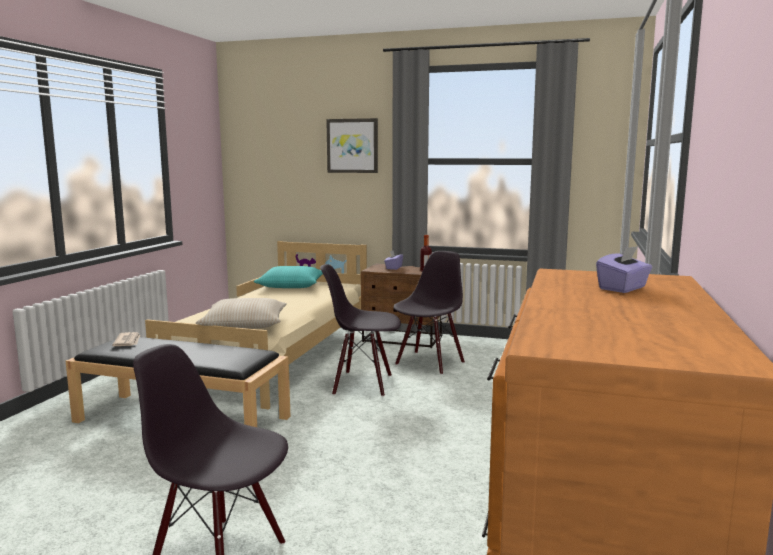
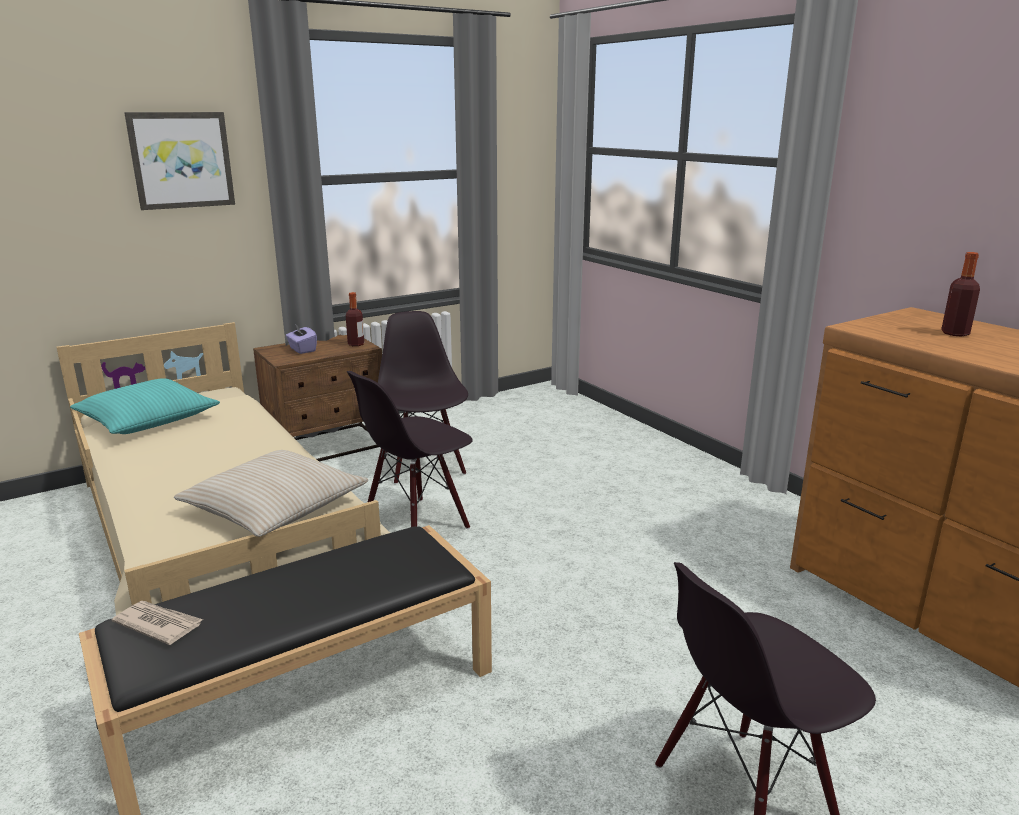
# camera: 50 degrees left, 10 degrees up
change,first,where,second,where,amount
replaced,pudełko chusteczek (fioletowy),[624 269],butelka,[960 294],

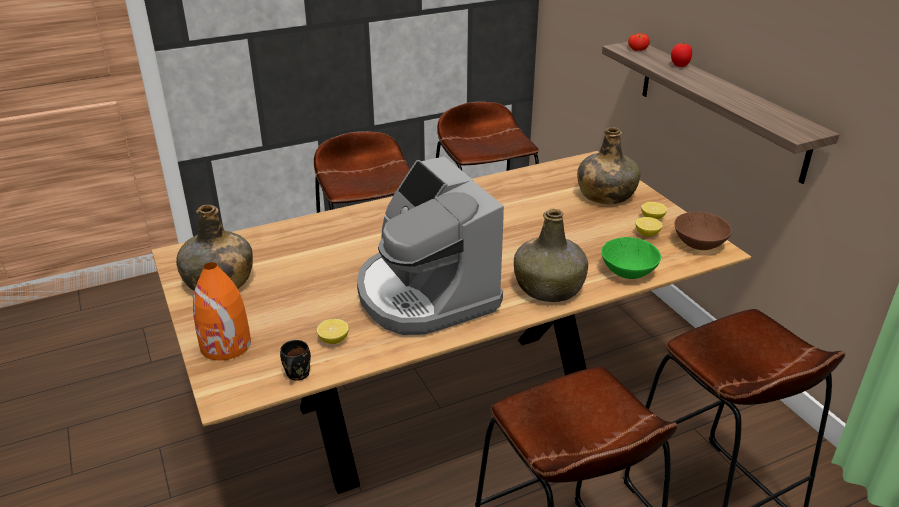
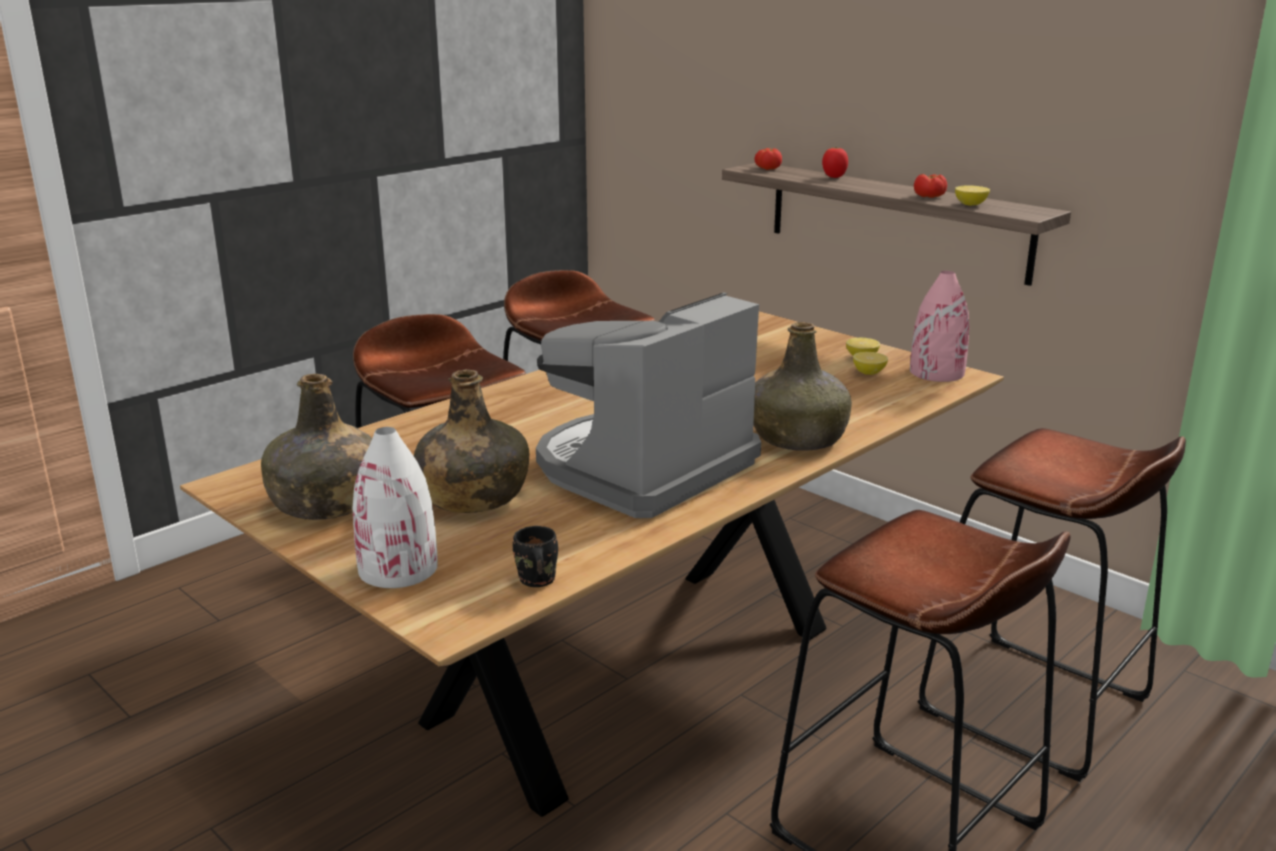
# camera: 20 degrees left, 10 degrees down
change,first,where,second,where,amount
removed,miska (zielony),[631 258],,,
added,,,pomidor,[930 186],
moved,cytryna,[333 331],,[972 195],
moved,butelka (zielony),[608 165],,[471 441],
replaced,miska (brązowy),[703 230],wazon (różowy),[939 326],
recoloured,wazon (pomarańczowy),[222 311],wazon (biały),[395 507],
turned,ekspres do kawy,[430 245],,[648 405],90 degrees clockwise

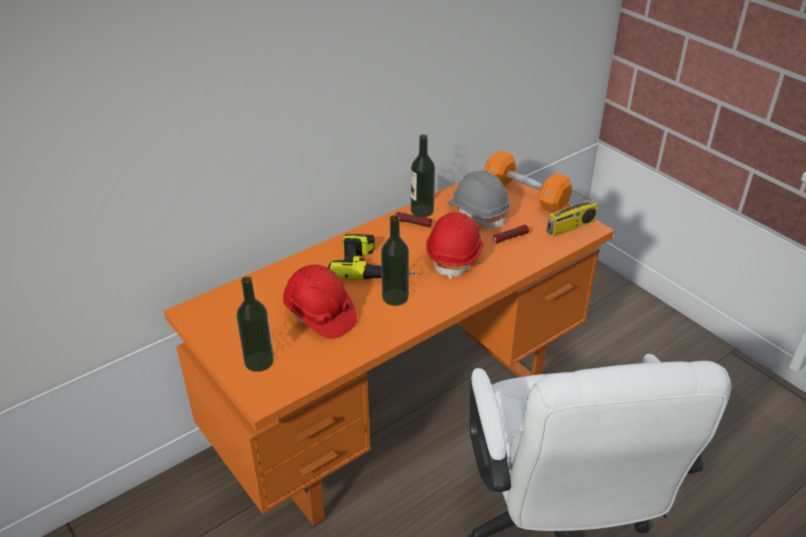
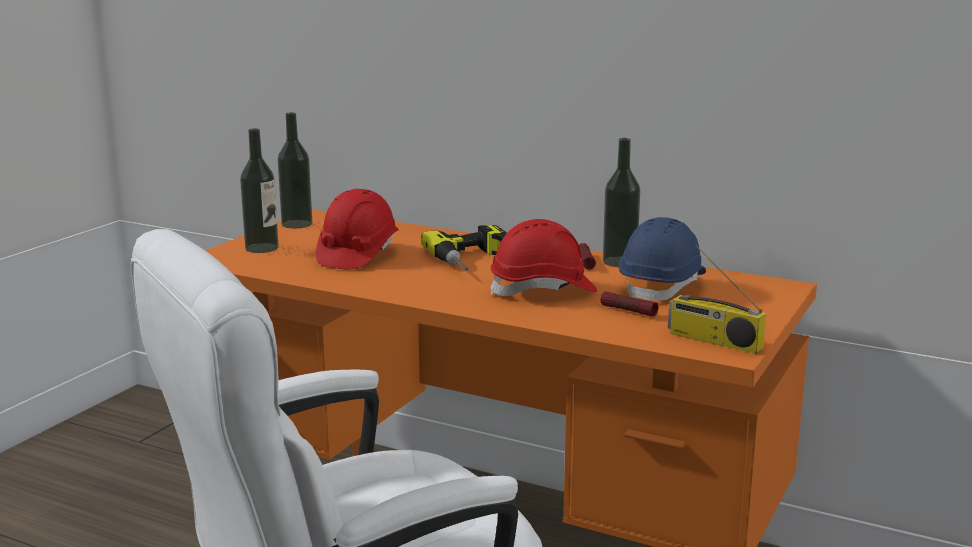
# camera: 65 degrees right, 20 degrees down
change,first,where,second,where,amount
removed,hantel (pomarańczowy),[528 181],,,
moved,butelka,[395 260],,[295 170],
recoloured,kask (szary),[478 199],kask (niebieski),[662 259],

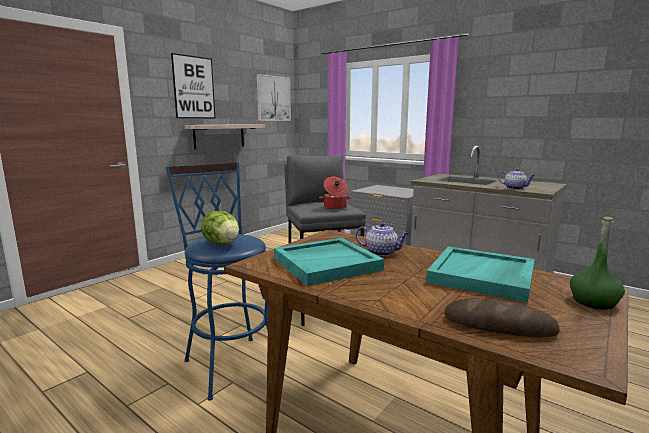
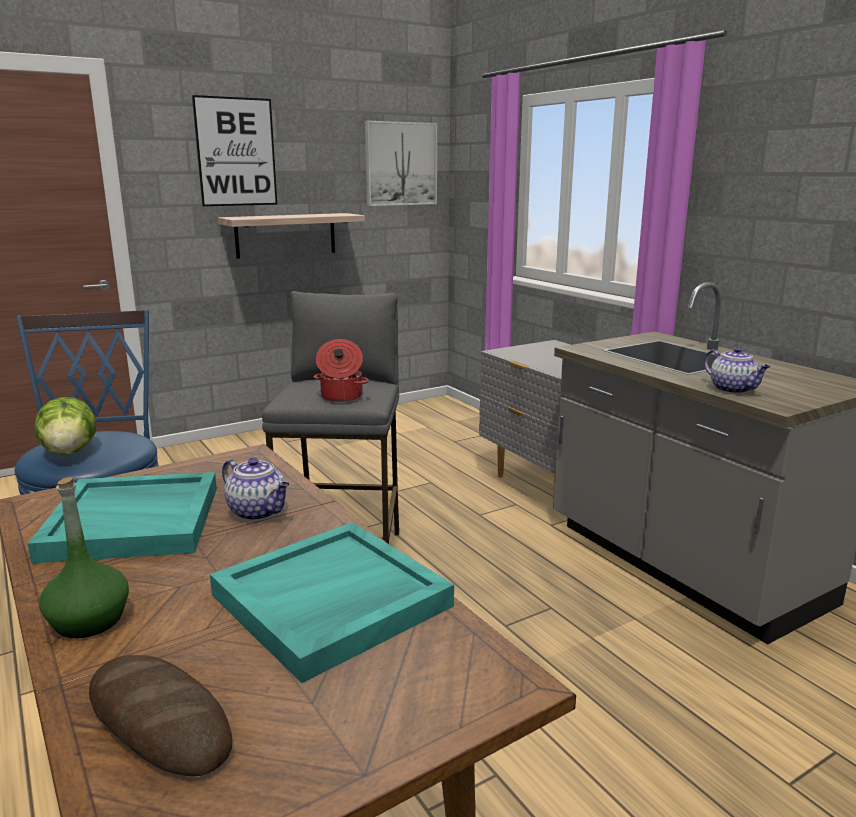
# camera: 20 degrees right, 5 degrees up
change,first,where,second,where,amount
moved,butelka (zielony),[597 263],,[84 558],

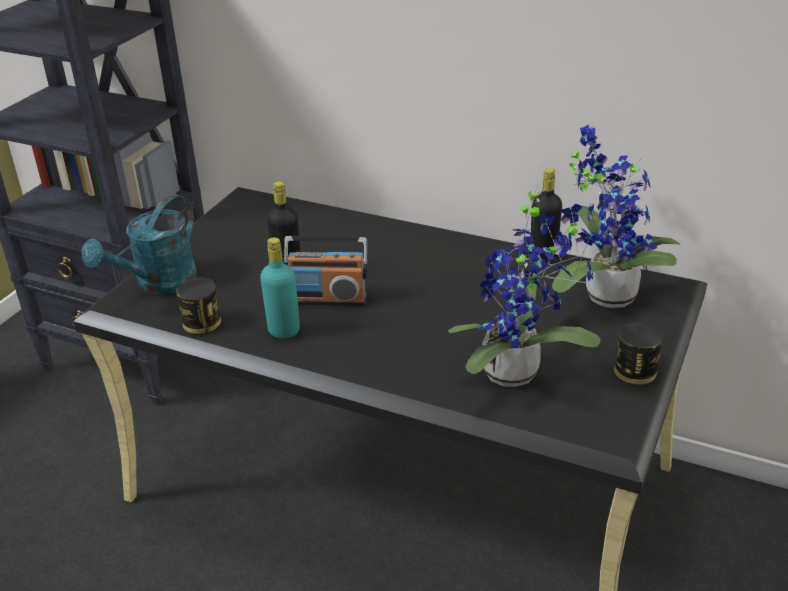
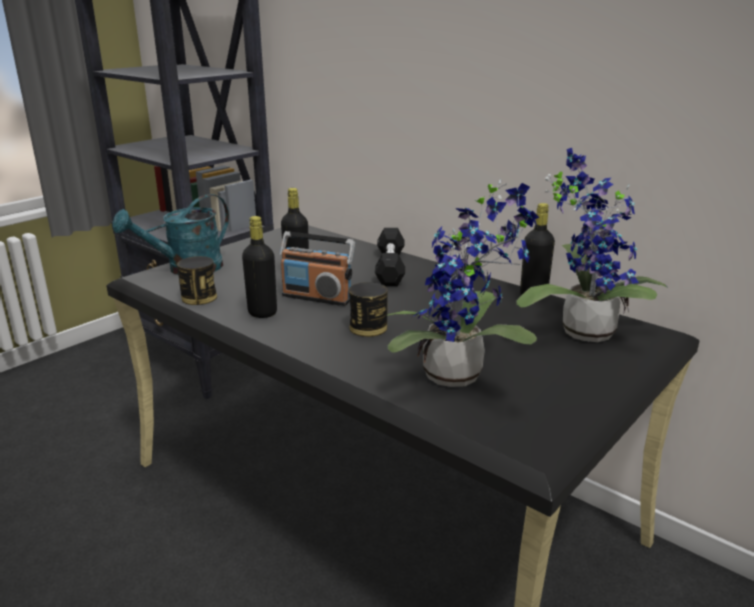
# camera: 15 degrees right, 10 degrees down
change,first,where,second,where,amount
added,,,hantel (czarny),[390 257],
moved,puszka,[638 353],,[368 309],
recoloured,butelka (turkusowy),[280 288],butelka (czarny),[259 267],

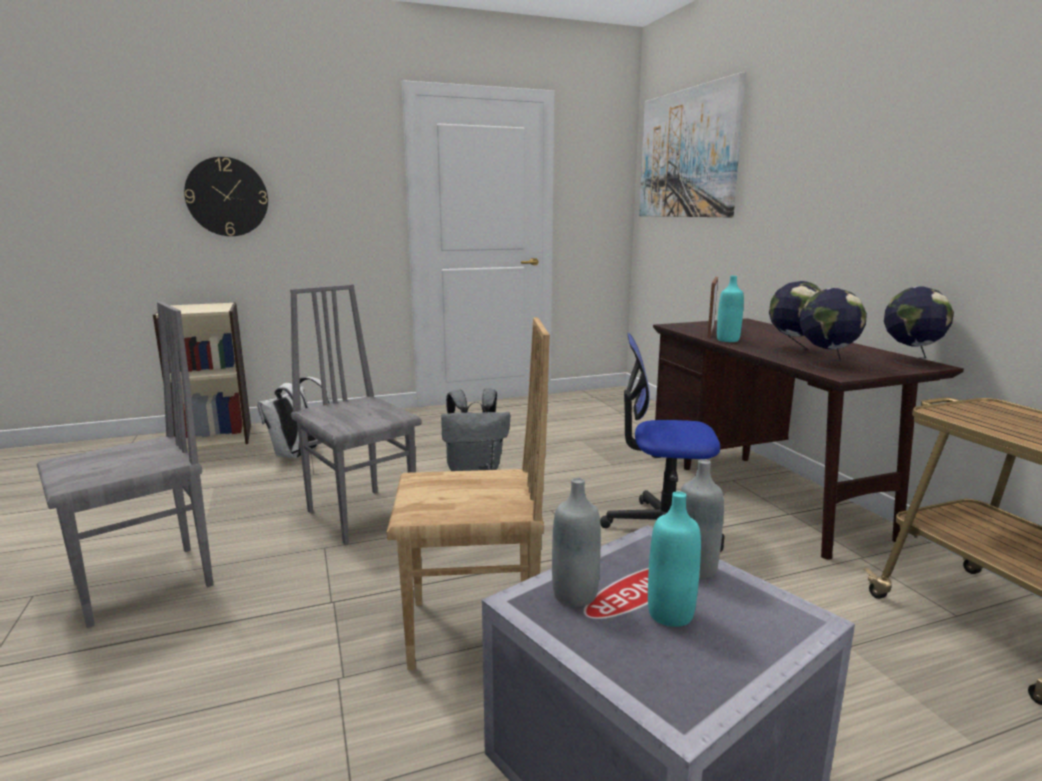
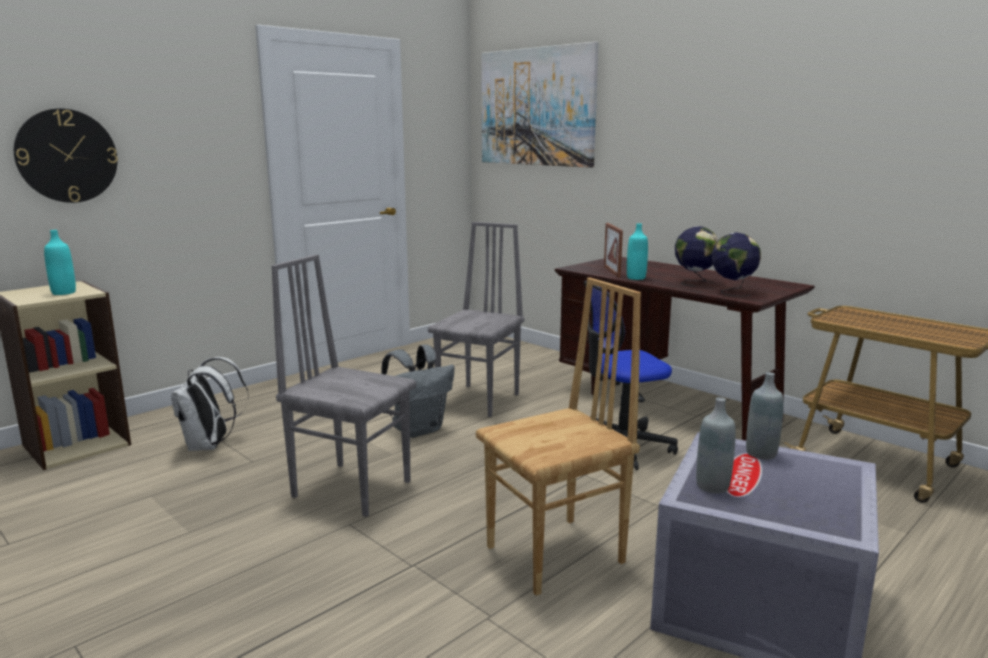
# camera: 25 degrees left, 0 degrees up
change,first,where,second,where,amount
removed,globus,[919 326],,,
moved,krzesło (szary),[125 464],,[476 319],
moved,butelka (turkusowy),[674 559],,[60 262],

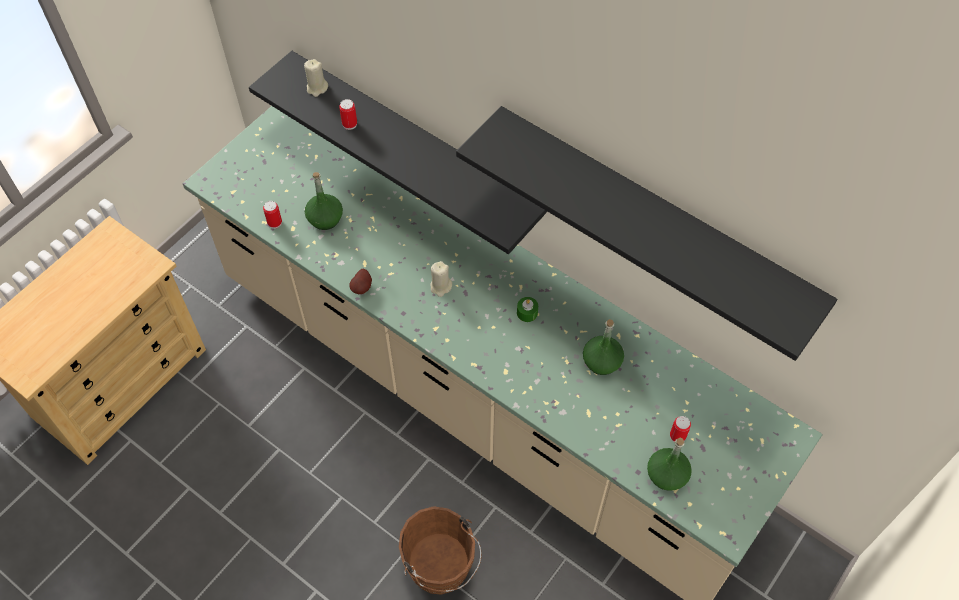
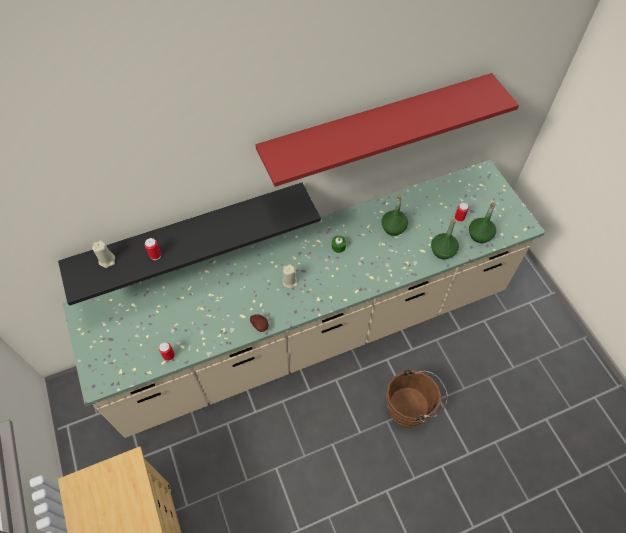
# camera: 60 degrees left, 0 degrees up
change,first,where,second,where,amount
moved,butelka (zielony),[324 201],,[445 239],
recoloured,półka (czarny),[647 233],półka (czerwony),[387 130],

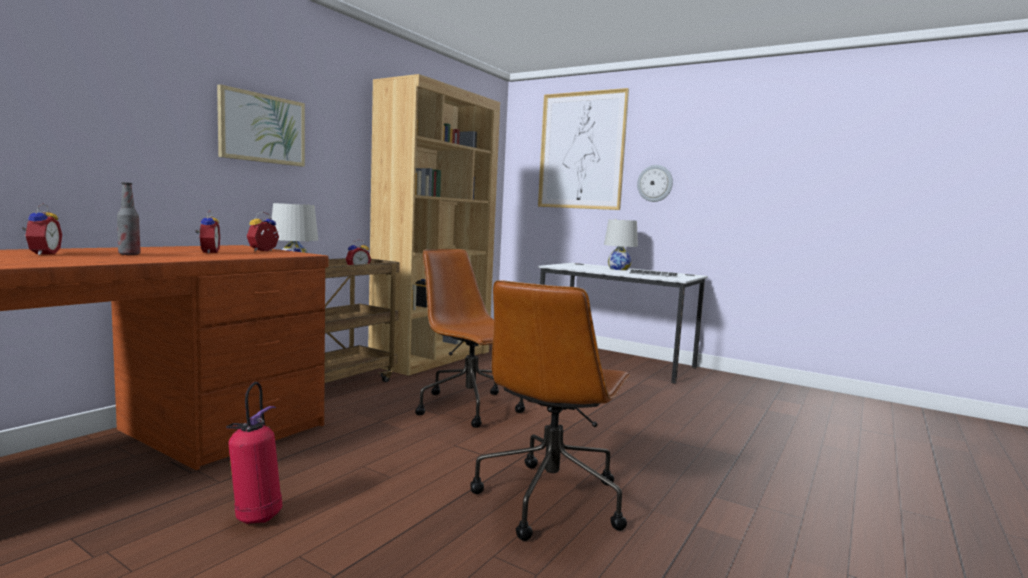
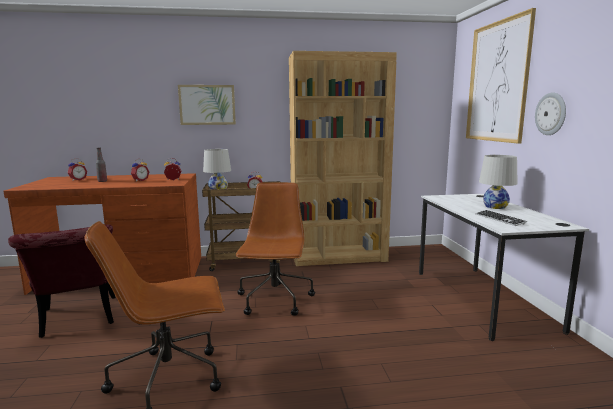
# camera: 50 degrees right, 5 degrees up
change,first,where,second,where,amount
replaced,gaśnica,[254 452],krzesło (czerwony),[62 281],

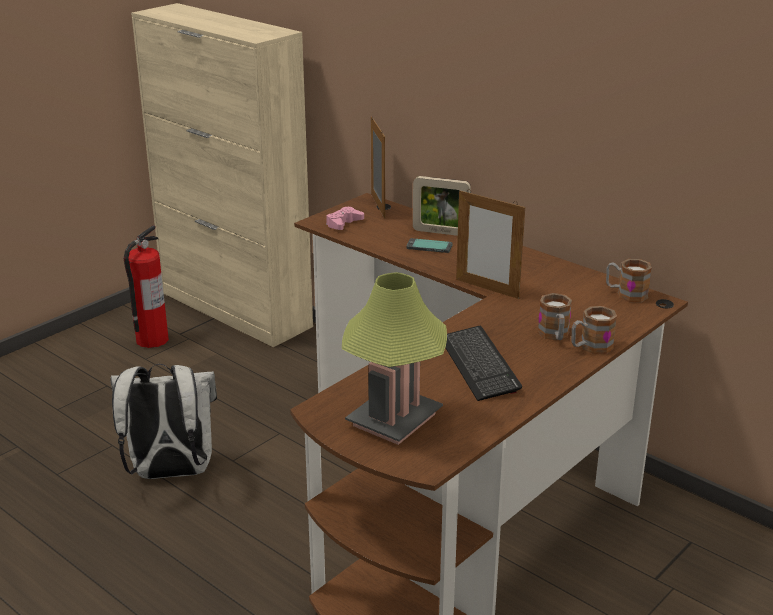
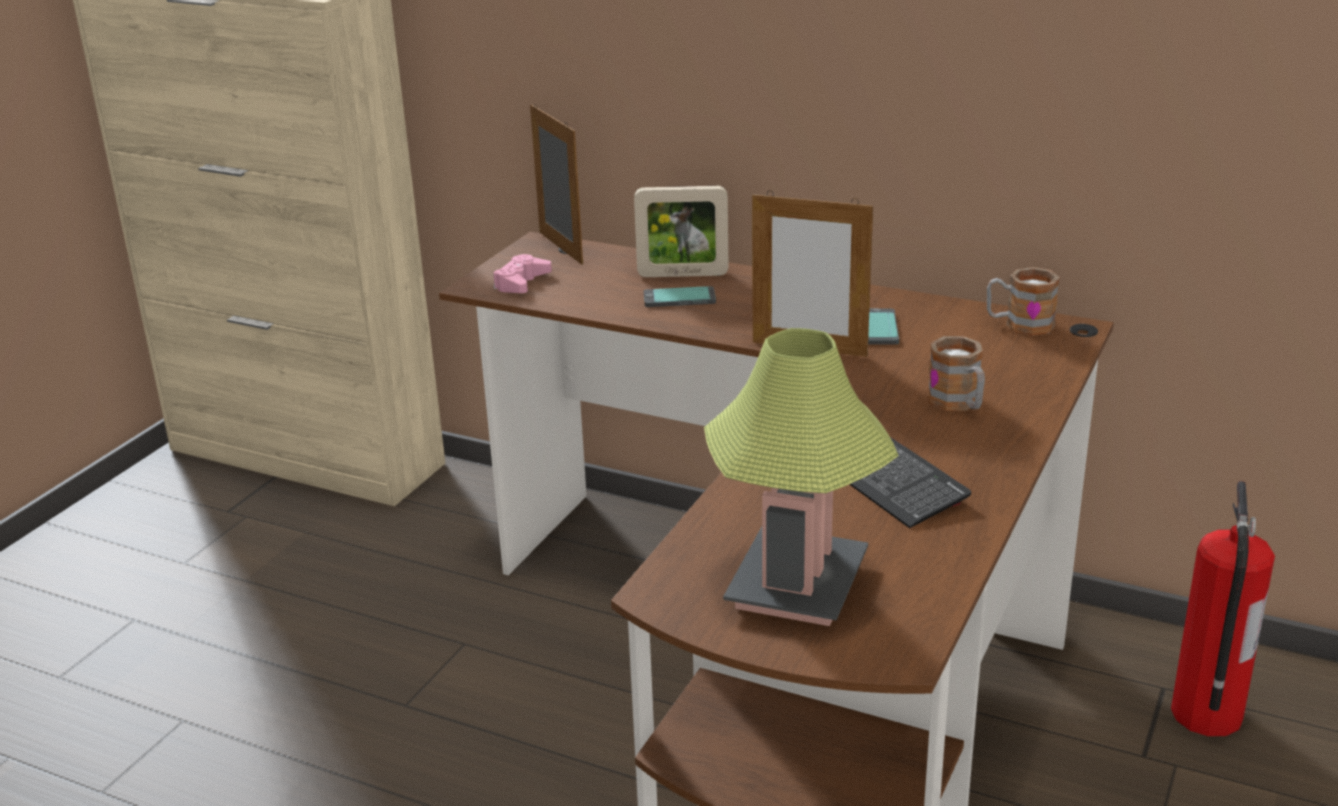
# camera: 15 degrees left, 0 degrees up
change,first,where,second,where,amount
removed,plecak (biały),[163 421],,,
removed,kubek,[594 330],,,
added,,,telefon,[883 326],
moved,gaśnica,[146 286],,[1223 608],

